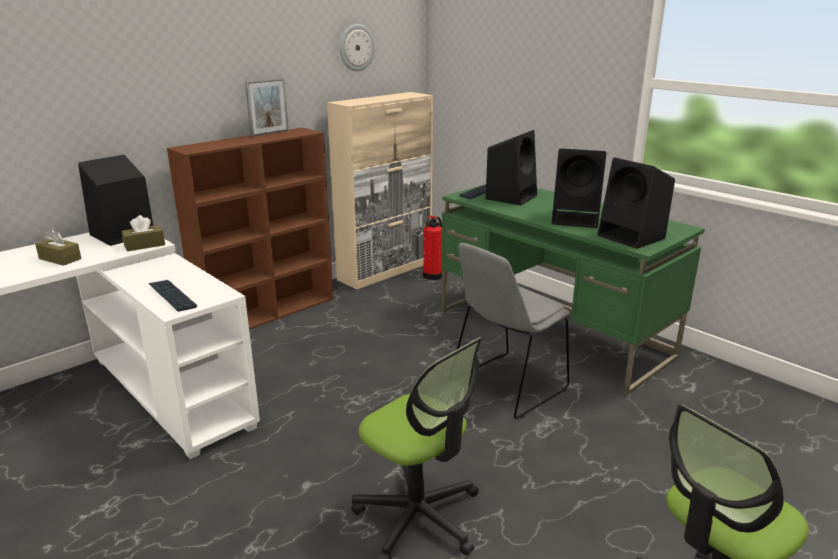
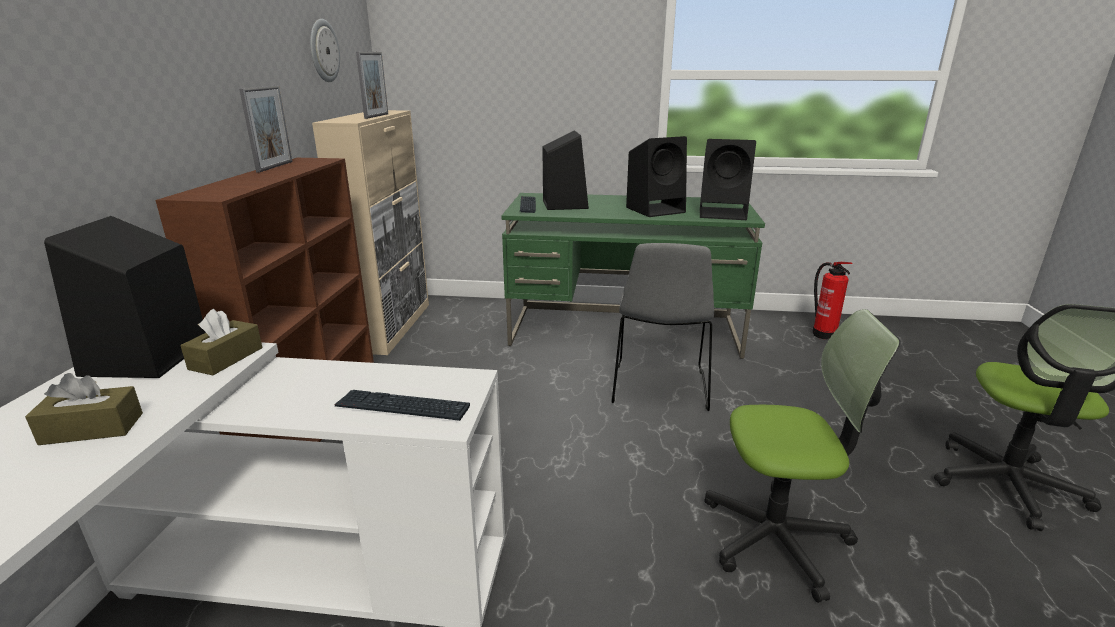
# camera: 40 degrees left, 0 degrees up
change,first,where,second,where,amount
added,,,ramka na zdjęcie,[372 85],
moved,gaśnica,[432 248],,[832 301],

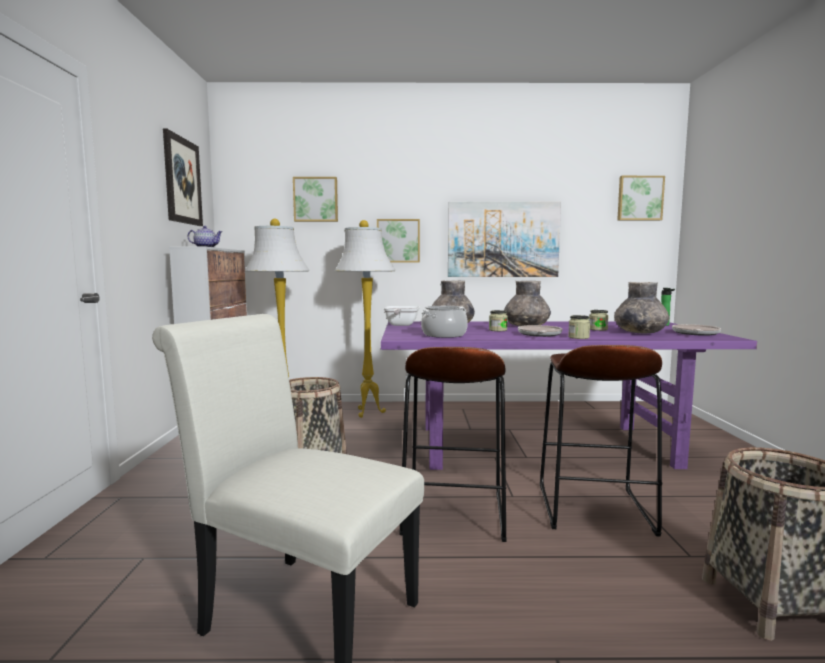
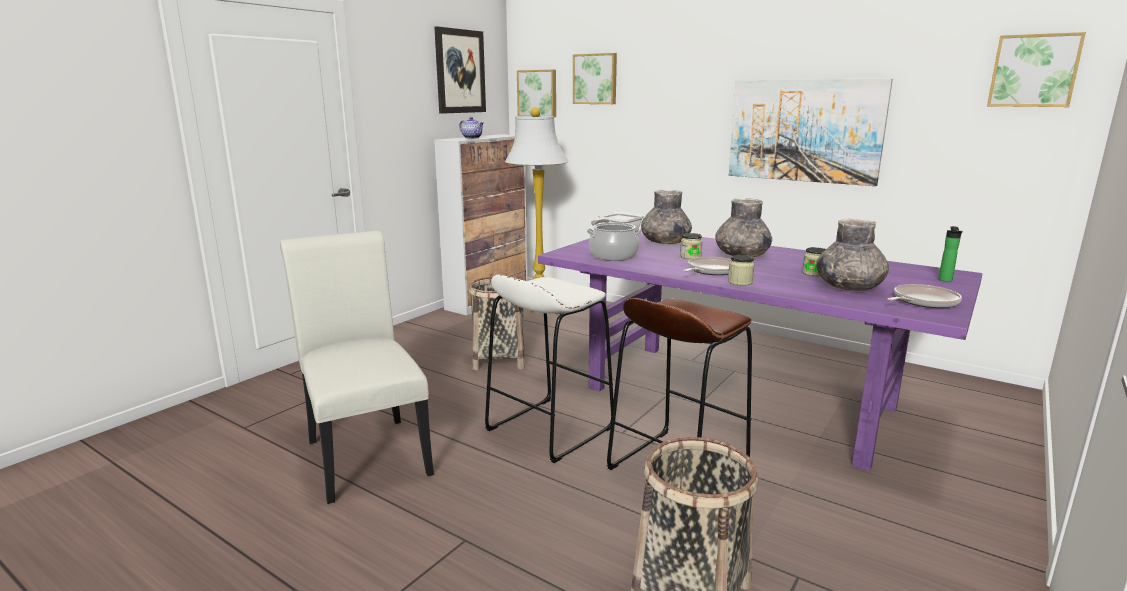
# camera: 35 degrees right, 10 degrees up
change,first,where,second,where,amount
removed,lampa stojąca (biały),[365 319],,,
moved,obraz,[398 241],,[536 93],
recoloured,stołek (brązowy),[452 444],stołek (biały),[549 369],

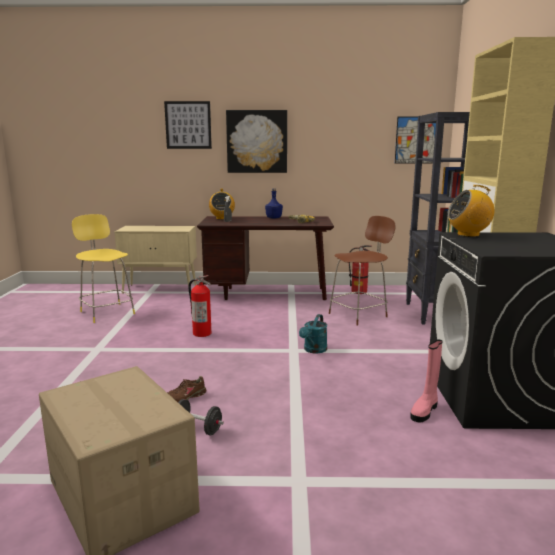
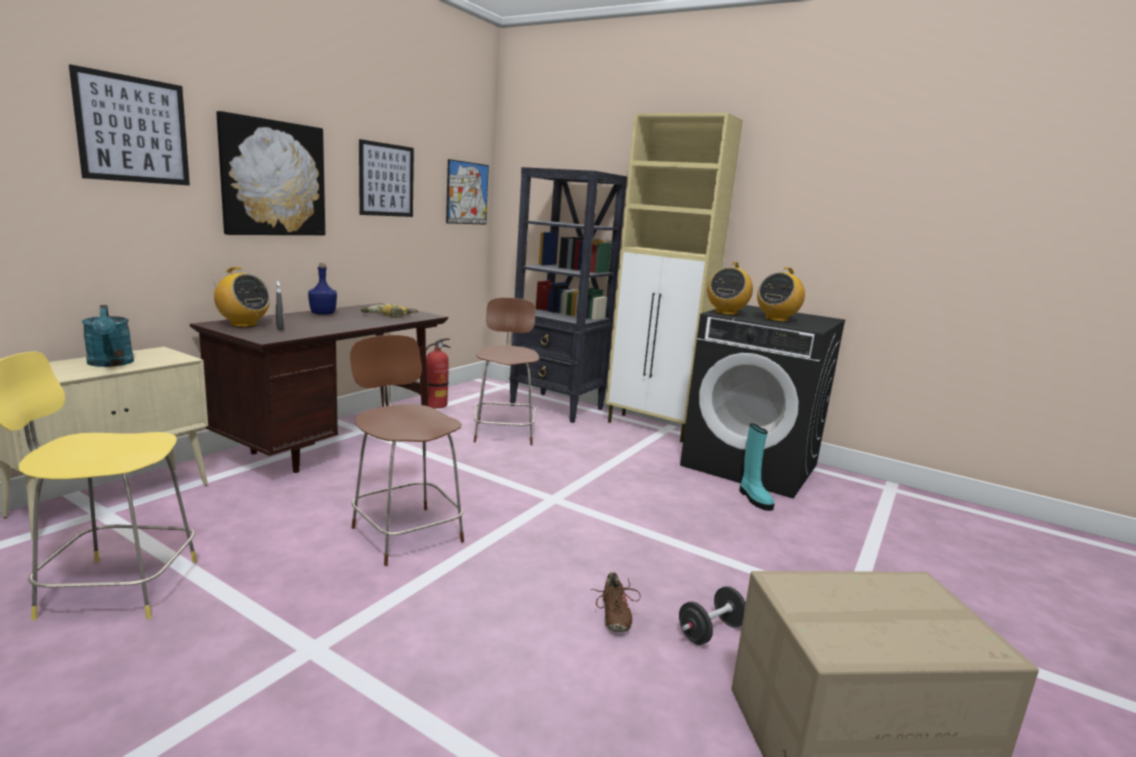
# camera: 60 degrees left, 0 degrees up
change,first,where,second,where,amount
added,,,obraz,[386 178],
added,,,radio,[781 294],
moved,konewka (turkusowy),[313 333],,[108 336],
replaced,gaśnica,[199 306],stołek (brązowy),[407 450],
recoloured,but z cholewką (różowy),[426 381],but z cholewką (turkusowy),[757 467],

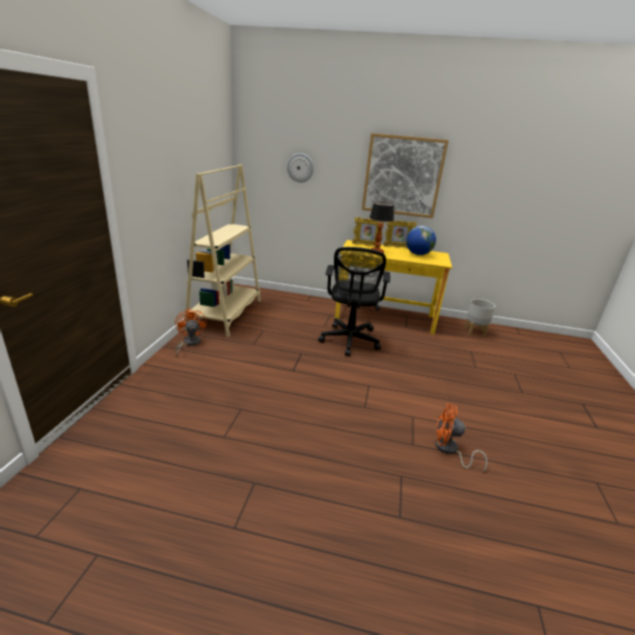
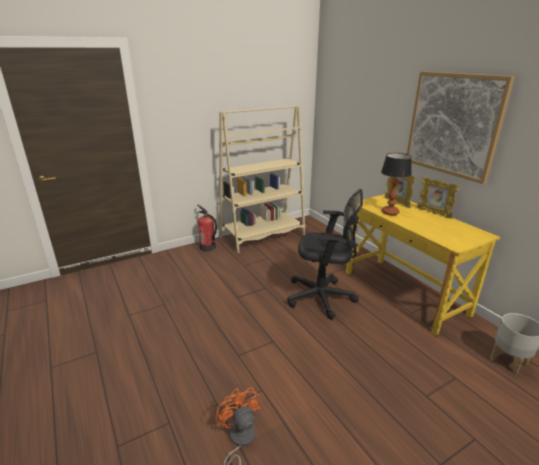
# camera: 50 degrees right, 0 degrees up
change,first,where,second,where,amount
removed,zegar ścienny,[300 168],,,
removed,globus,[421 240],,,
replaced,wentylator (pomarańczowy),[191 332],gaśnica,[207 228],
turned,krzesło biurowe (czarny),[354 302],,[325 254],135 degrees counterclockwise

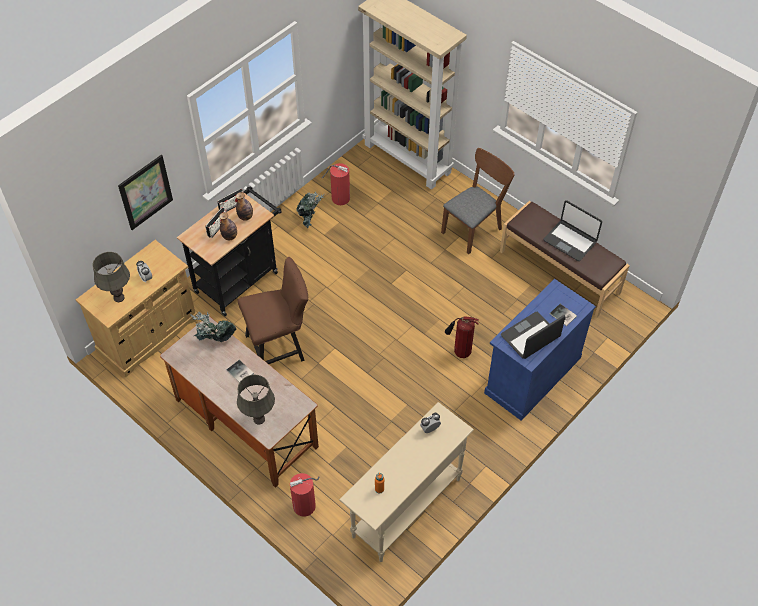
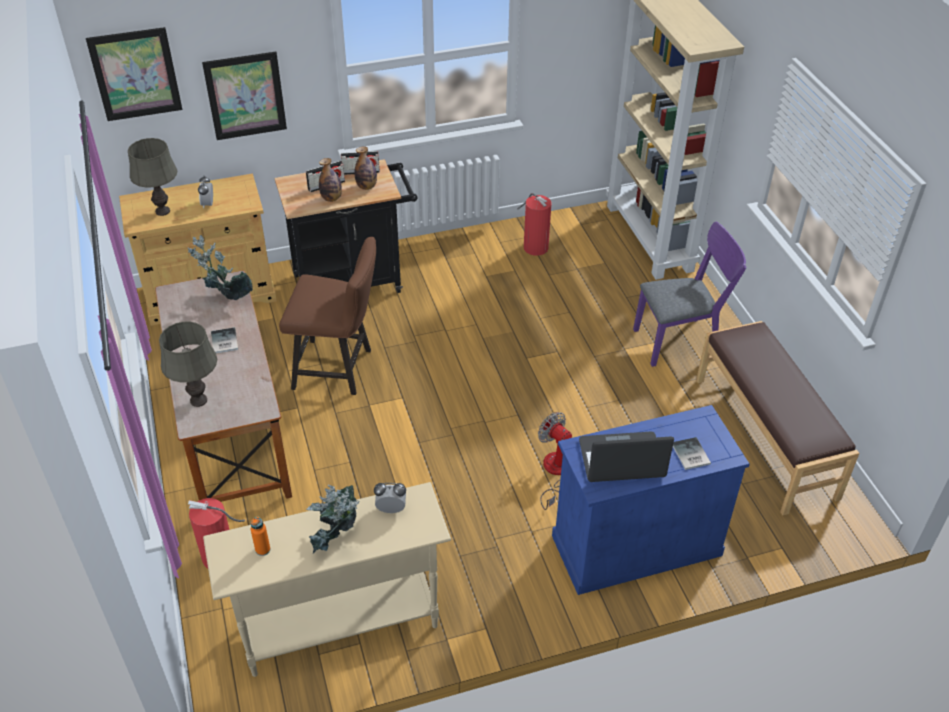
# camera: 30 degrees right, 10 degrees down
change,first,where,second,where,amount
removed,laptop,[572 230],,,
added,,,obraz,[134 74],
moved,roślina doniczkowa,[310 210],,[332 519],
replaced,gaśnica,[462 337],wentylator,[555 461],
recoloured,krzesło (brązowy),[477 201],krzesło (fioletowy),[689 294],

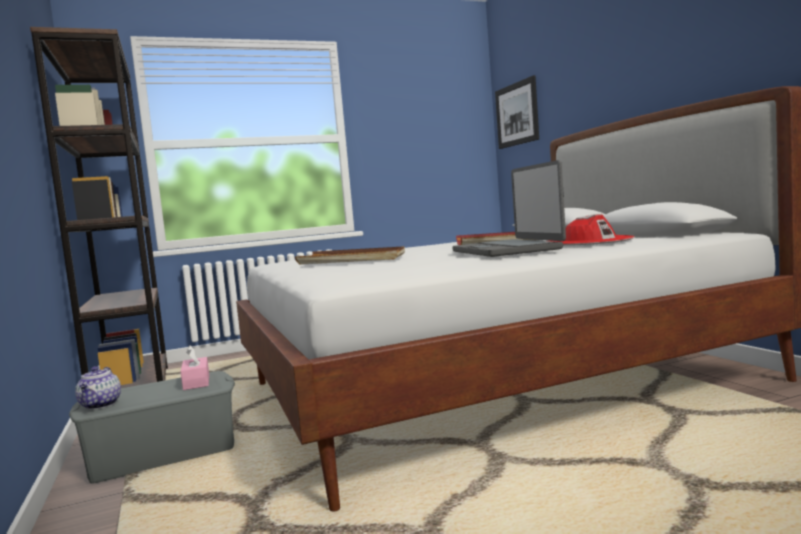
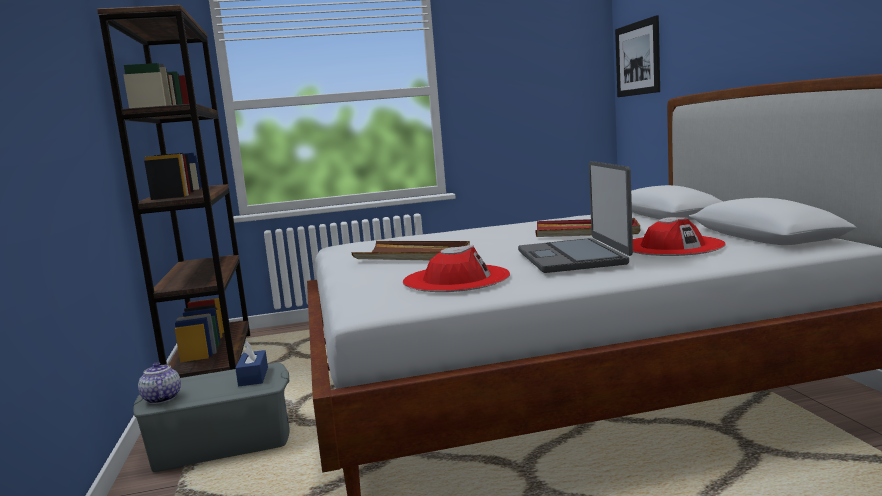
# camera: 10 degrees right, 5 degrees up
change,first,where,second,where,amount
added,,,kapelusz (czerwony),[456 268],
recoloured,pudełko chusteczek (różowy),[194 368],pudełko chusteczek (niebieski),[251 363],
turned,imbryk,[98 388],,[159 383],150 degrees clockwise

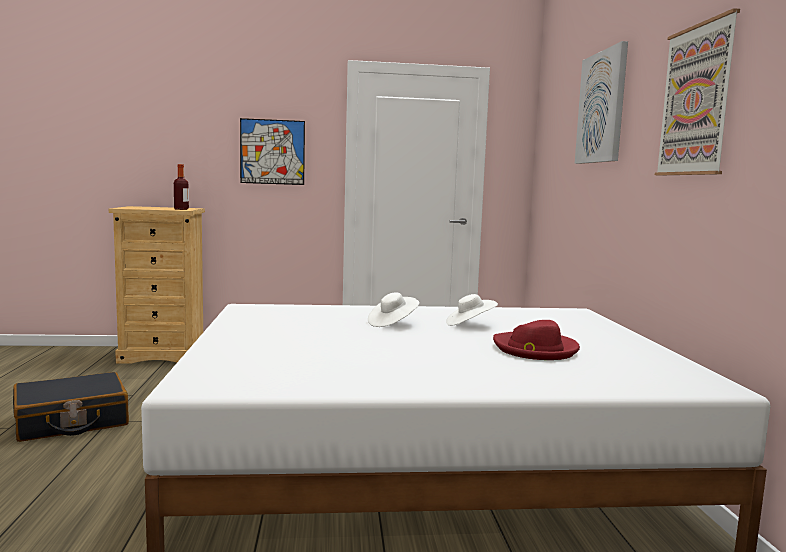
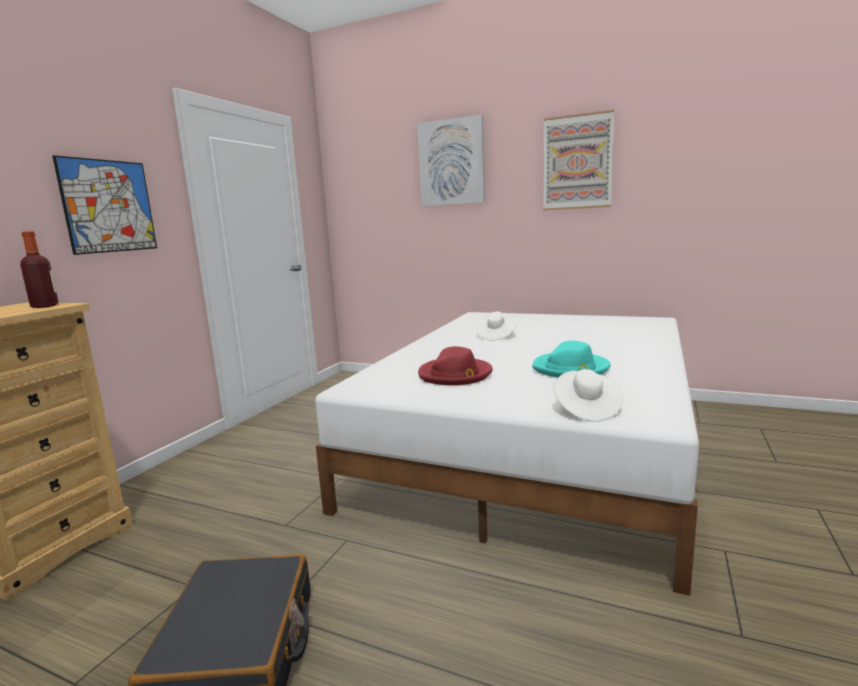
# camera: 60 degrees left, 5 degrees up
change,first,where,second,where,amount
added,,,kapelusz (turkusowy),[571 358],
moved,kapelusz (biały),[393 309],,[588 395],
moved,kapelusz (czerwony),[536 340],,[455 365],

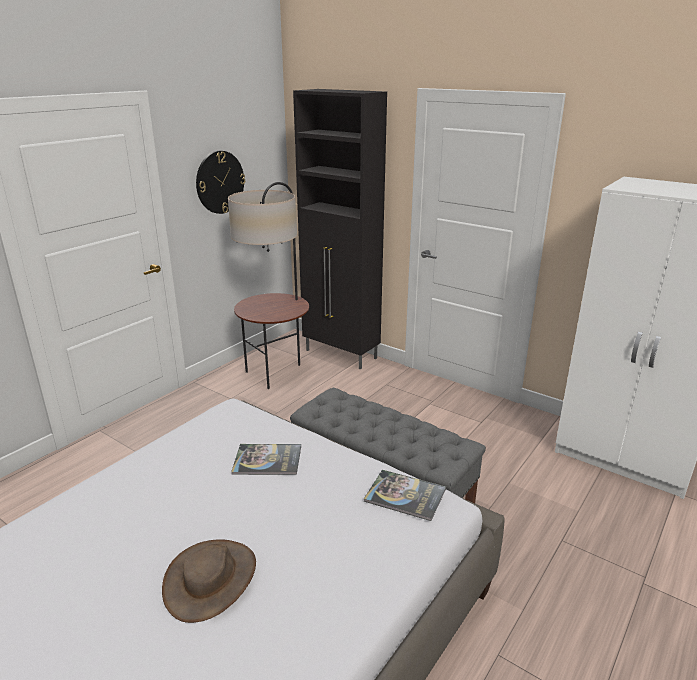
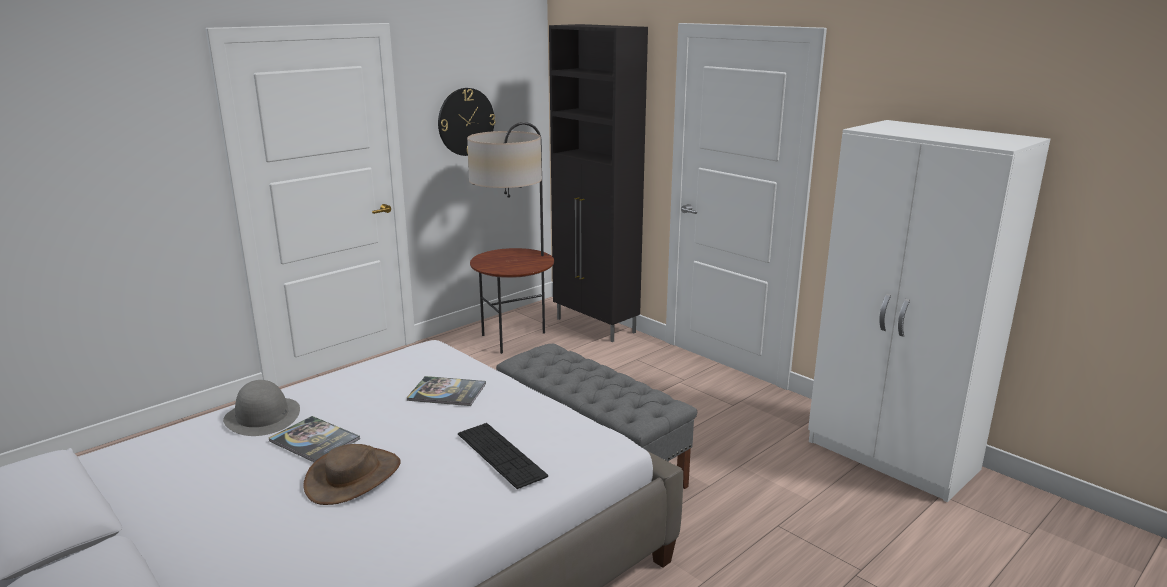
# camera: 10 degrees right, 5 degrees down
change,first,where,second,where,amount
added,,,kapelusz (szary),[261 408],
added,,,klawiatura,[503 456],
moved,książka,[405 495],,[314 439],

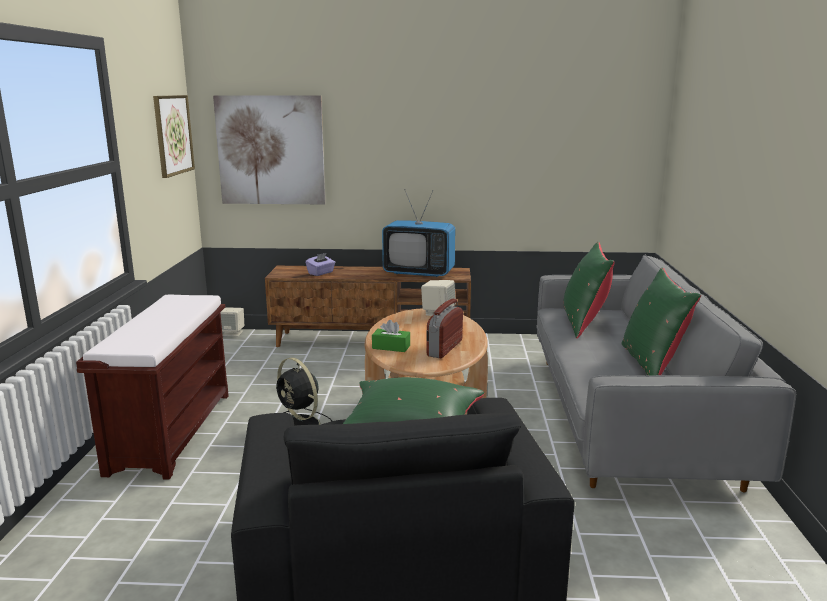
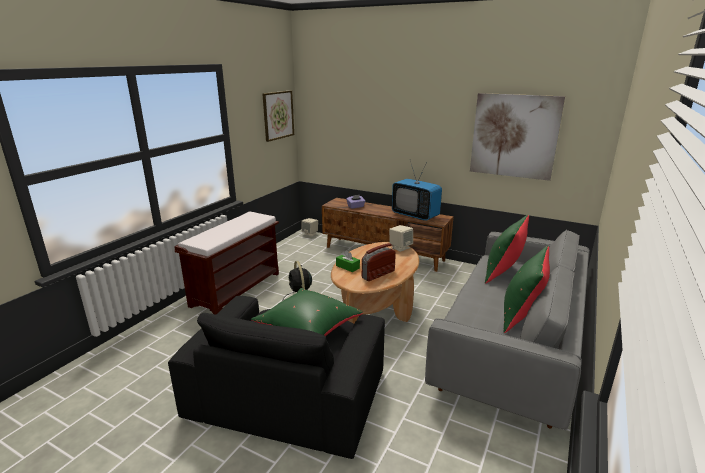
# camera: 25 degrees right, 5 degrees up
change,first,where,second,where,amount
moved,obraz,[269 149],,[517 137],

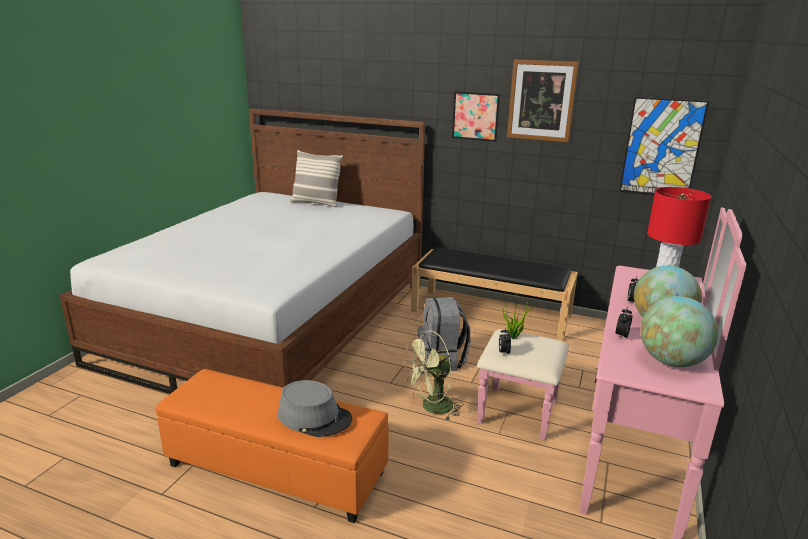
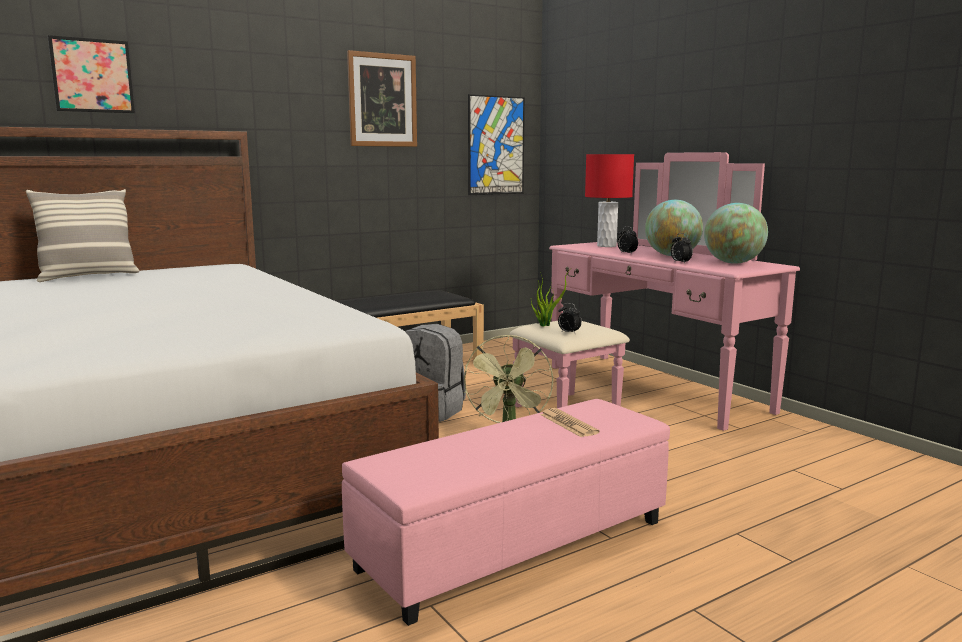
# camera: 55 degrees left, 10 degrees down
change,first,where,second,where,amount
moved,obraz,[476 116],,[91 74],
replaced,kapelusz (szary),[315 408],gazeta,[570 422],
recoloured,pufa (pomarańczowy),[272 446],pufa (różowy),[506 512],

